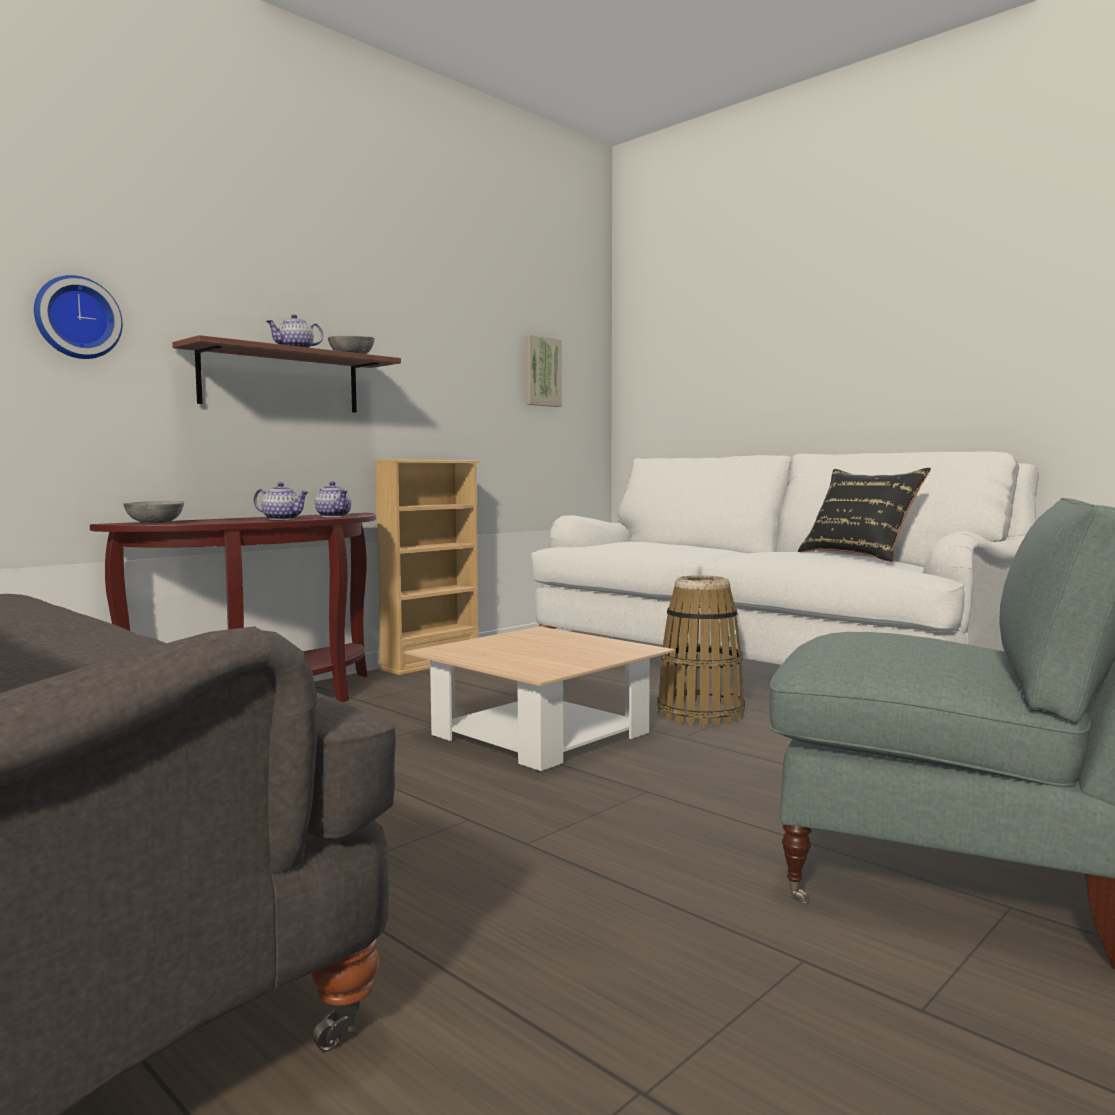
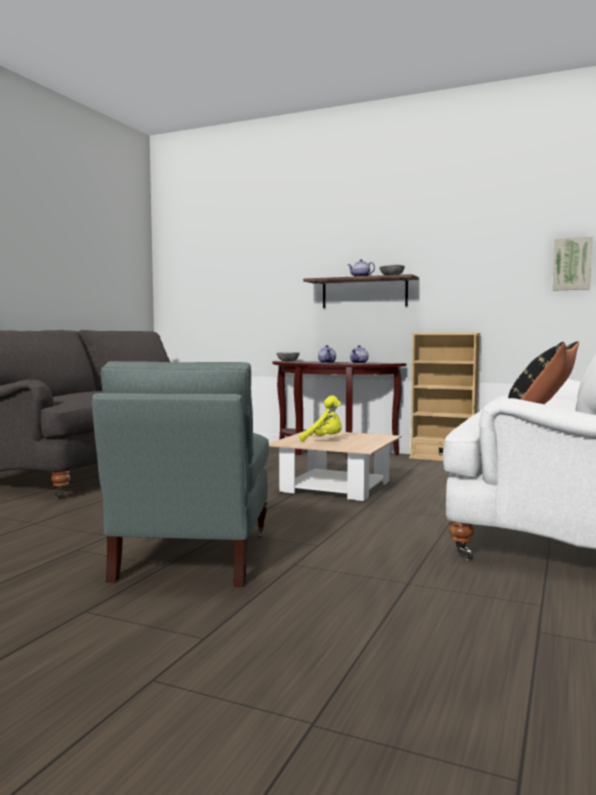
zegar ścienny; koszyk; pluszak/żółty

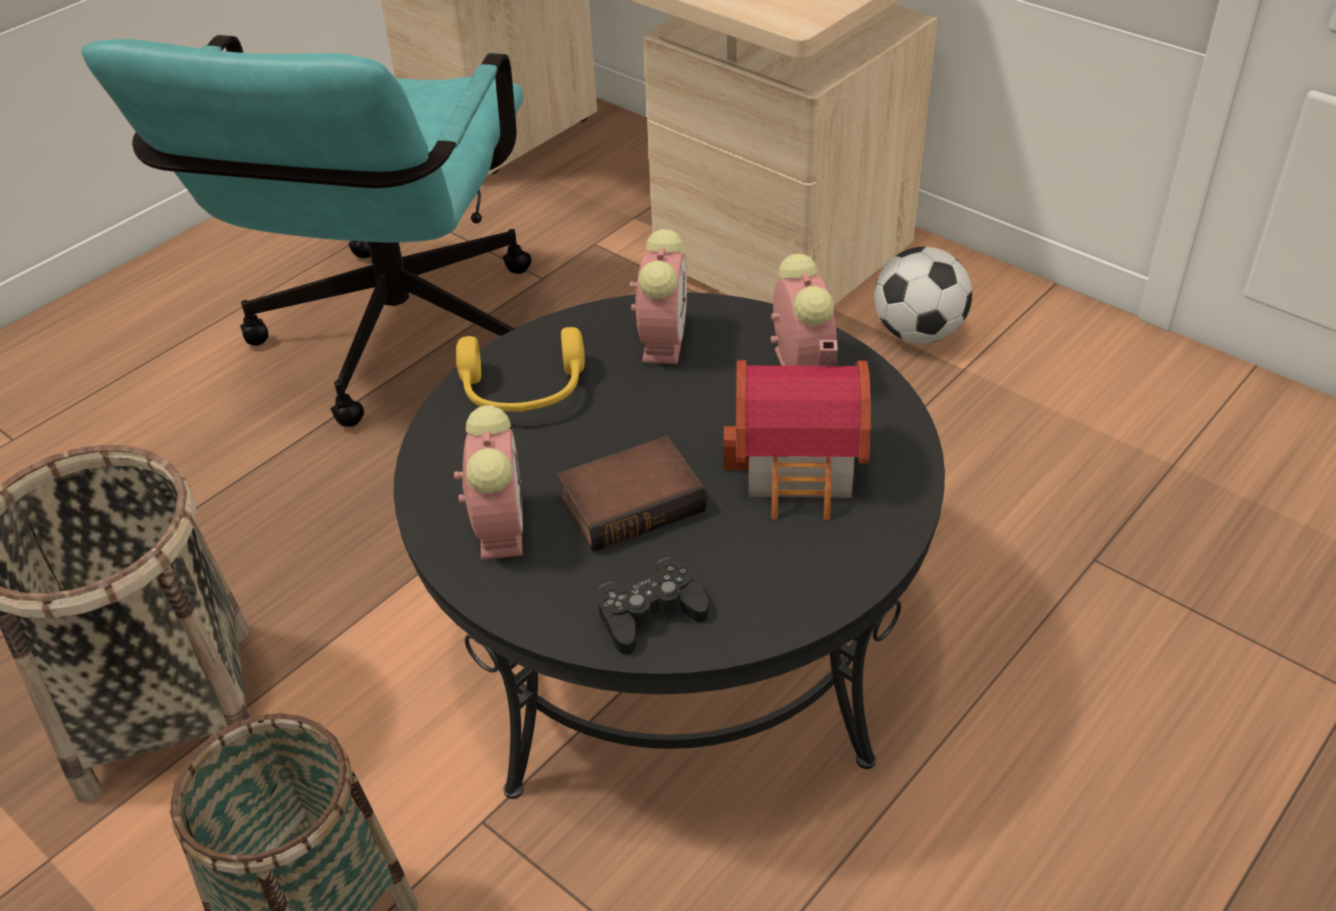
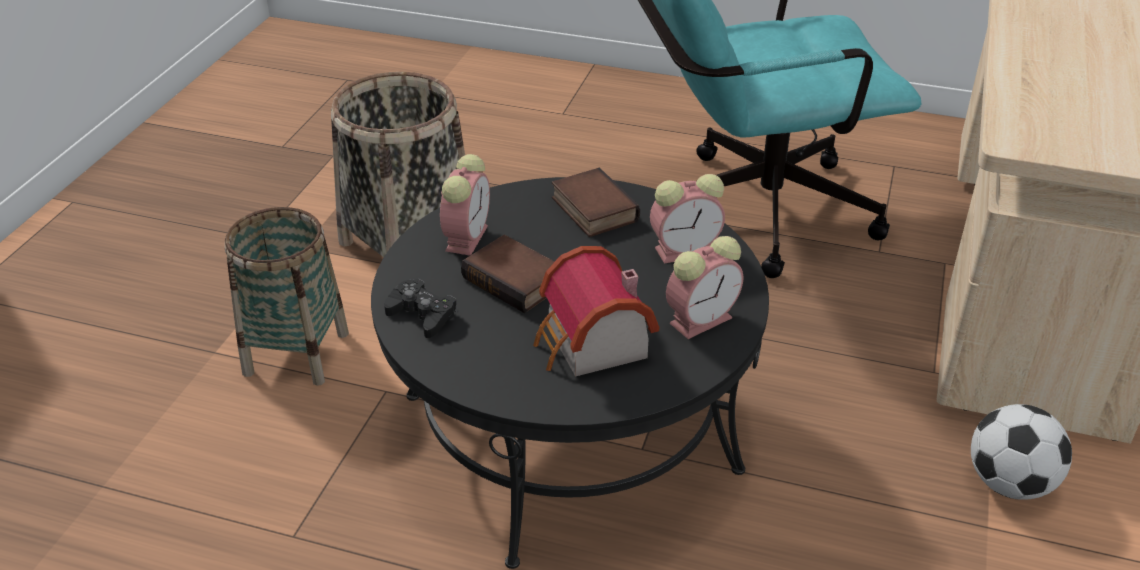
książka (2nd from left); budzik (1st from left)

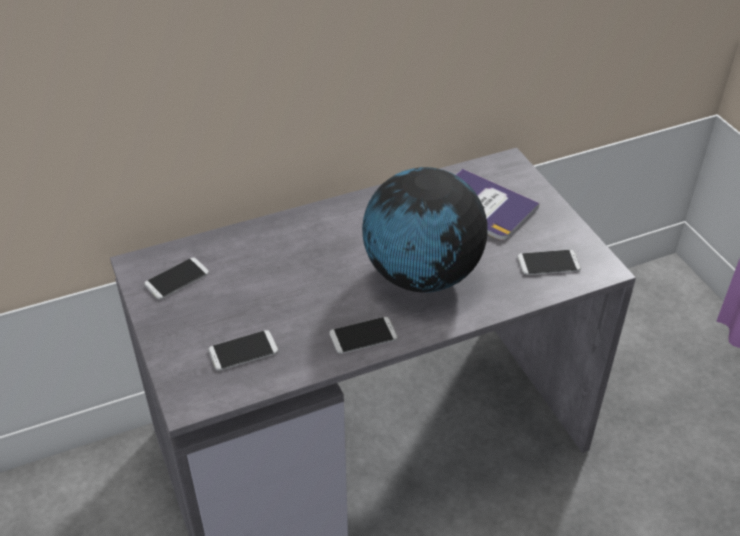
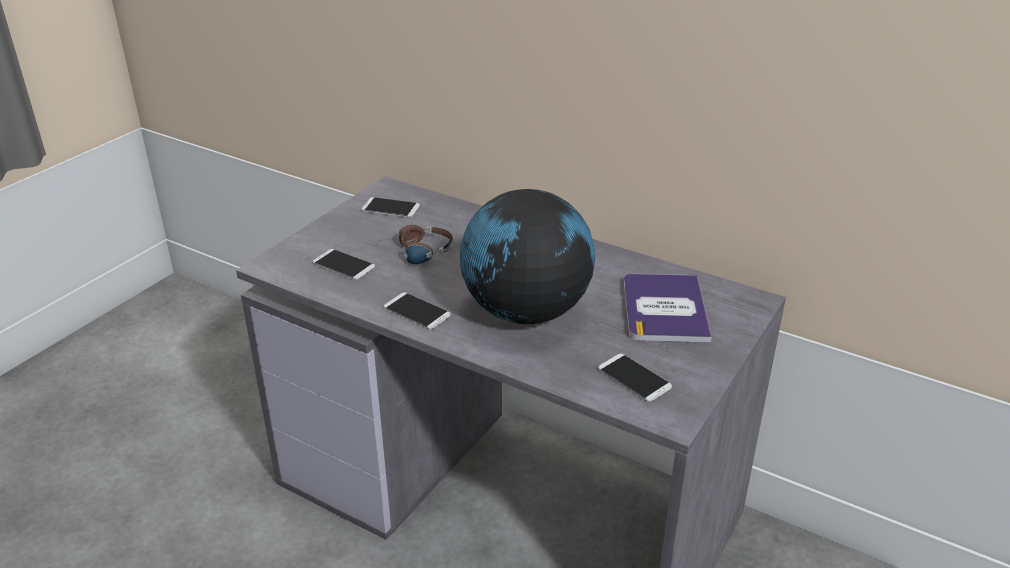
słuchawki

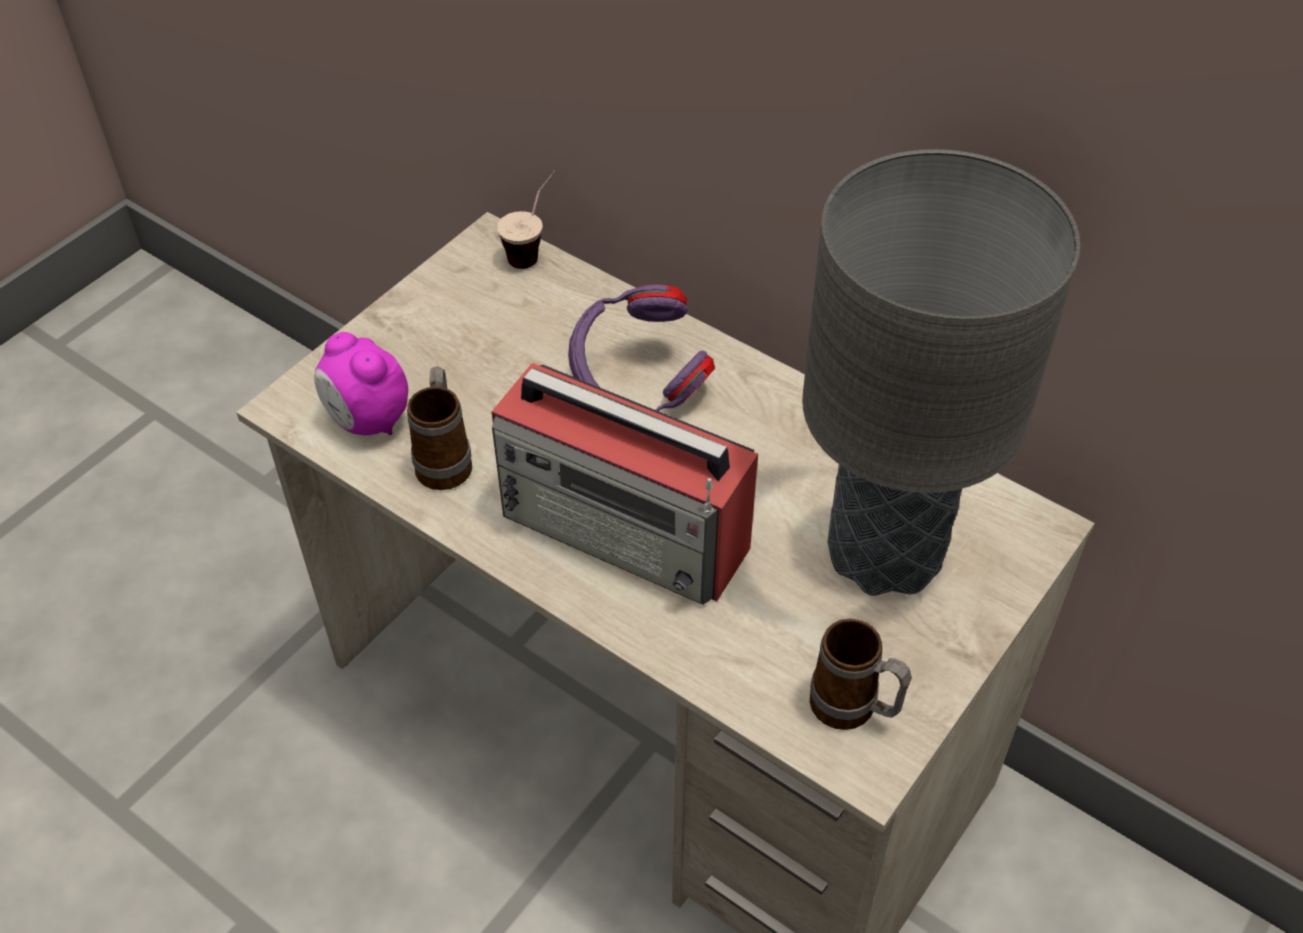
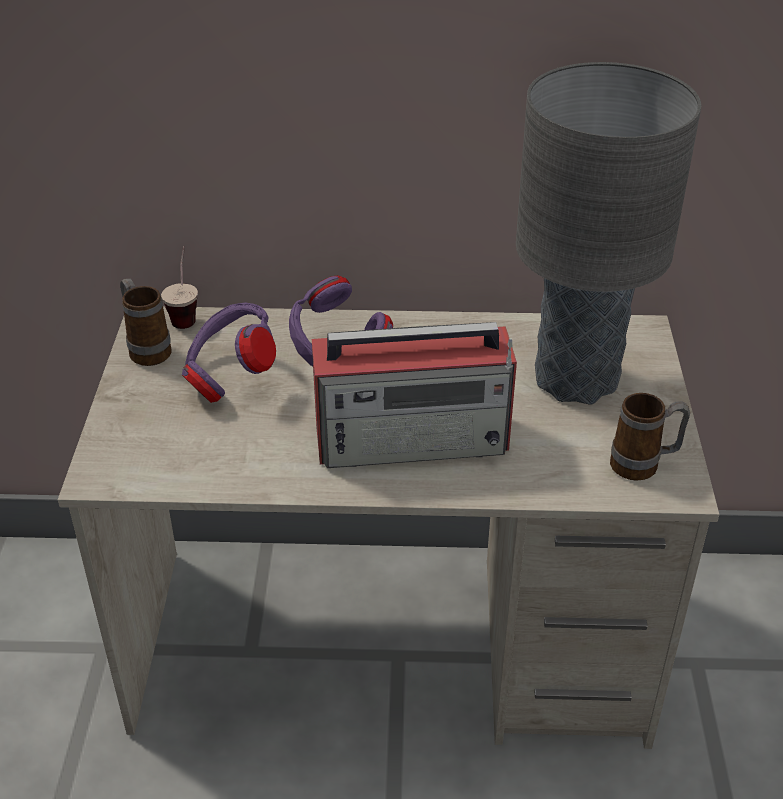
budzik; kubek (1st from left); słuchawki/fioletowy (1st from left)

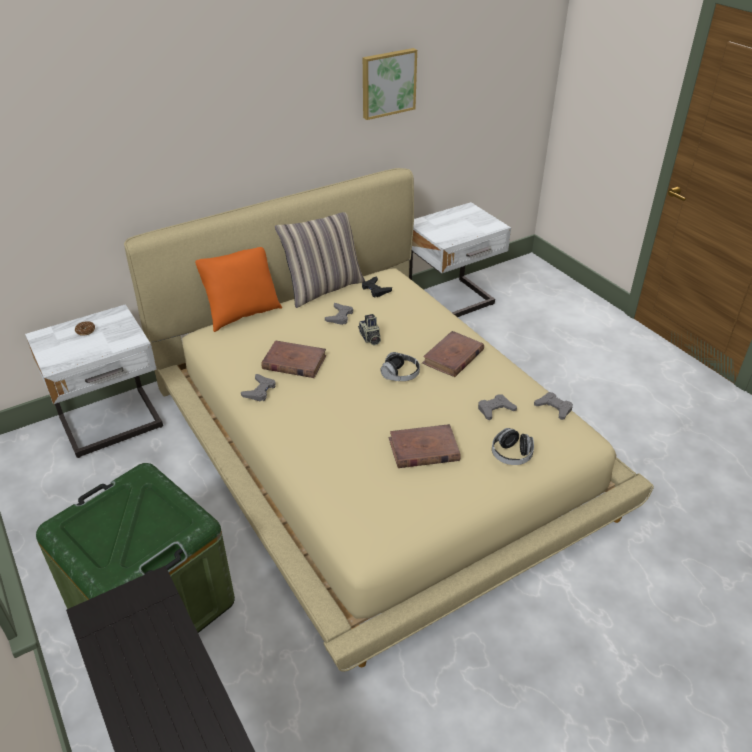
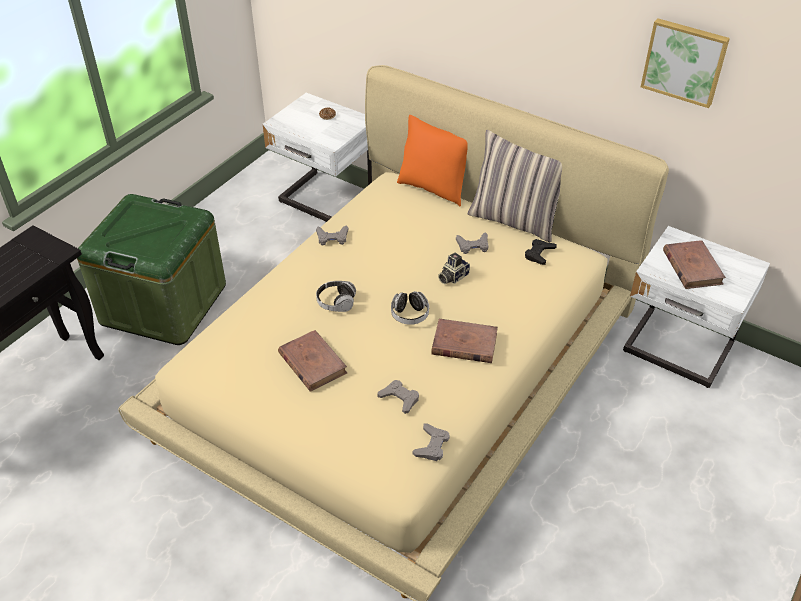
książka/brązowy (3rd from left); słuchawki (1st from left)

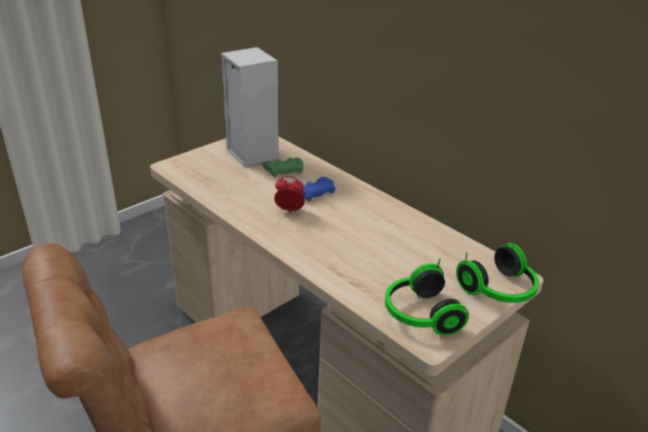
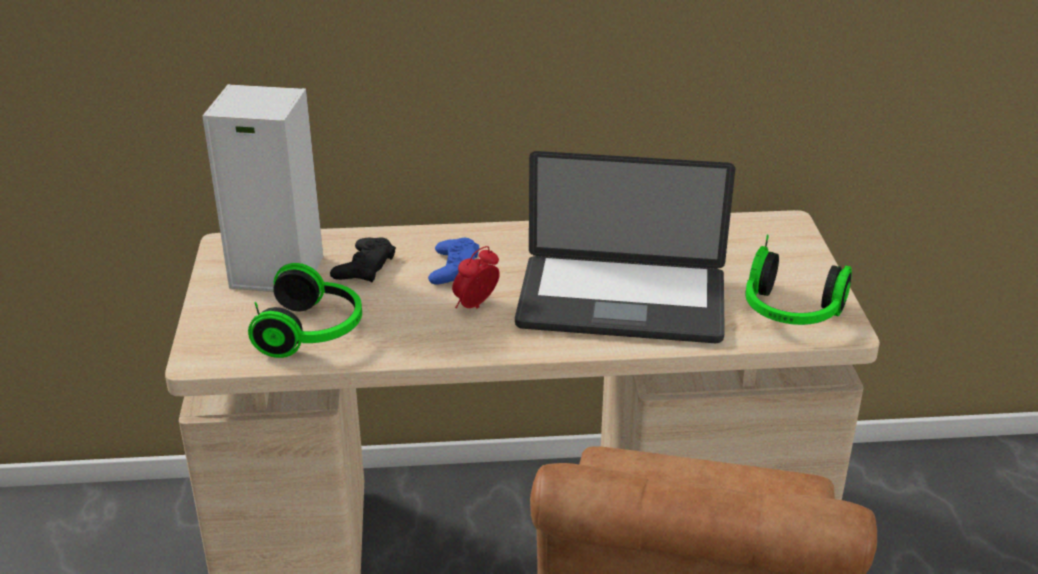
pad do gier/czarny; słuchawki (1st from left); laptop

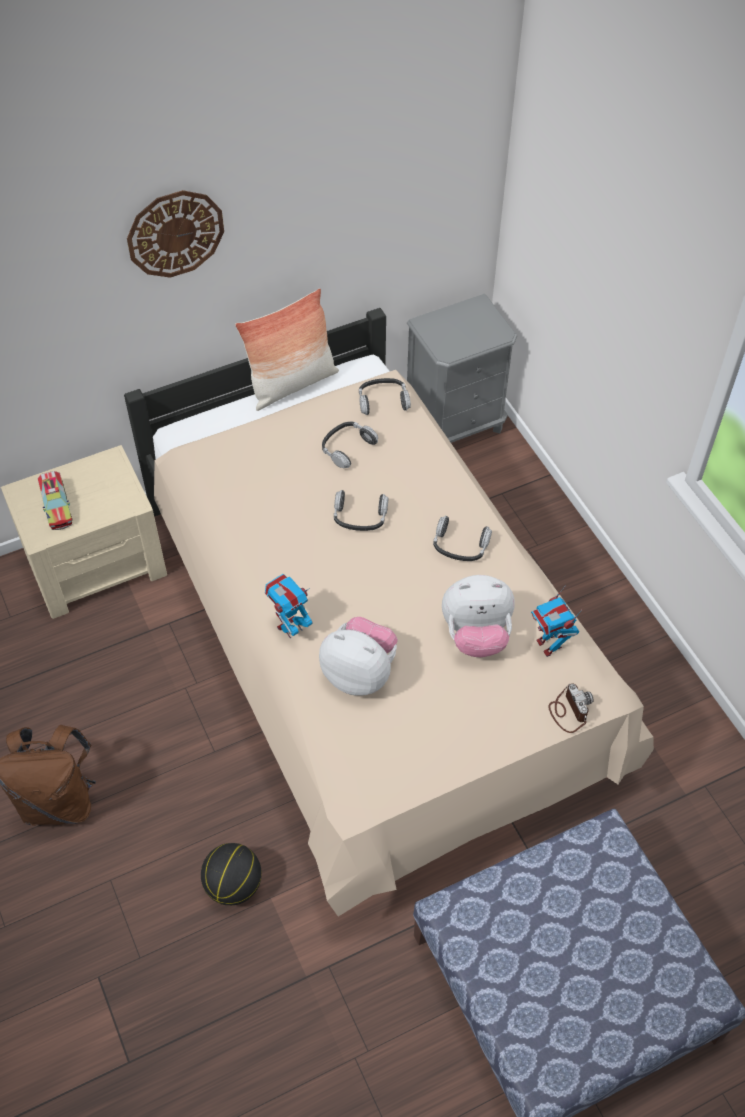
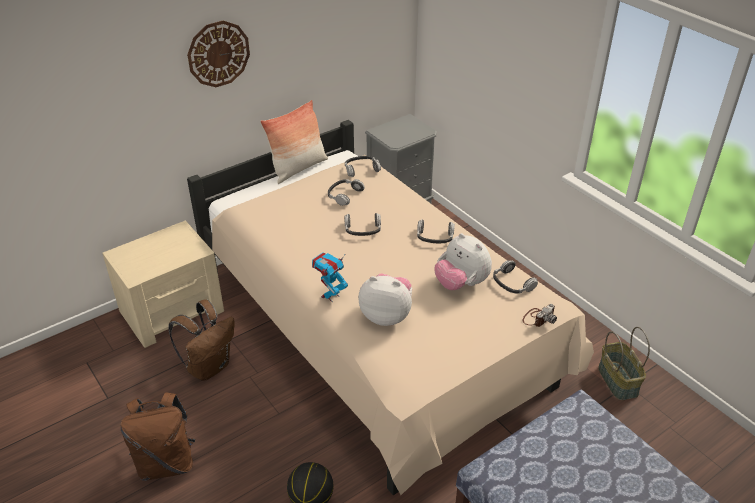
ciężarówka zabawkowa; pluszak (2nd from left); słuchawki (5th from left); aparat fotograficzny; plecak/brązowy (2nd from left); koszyk

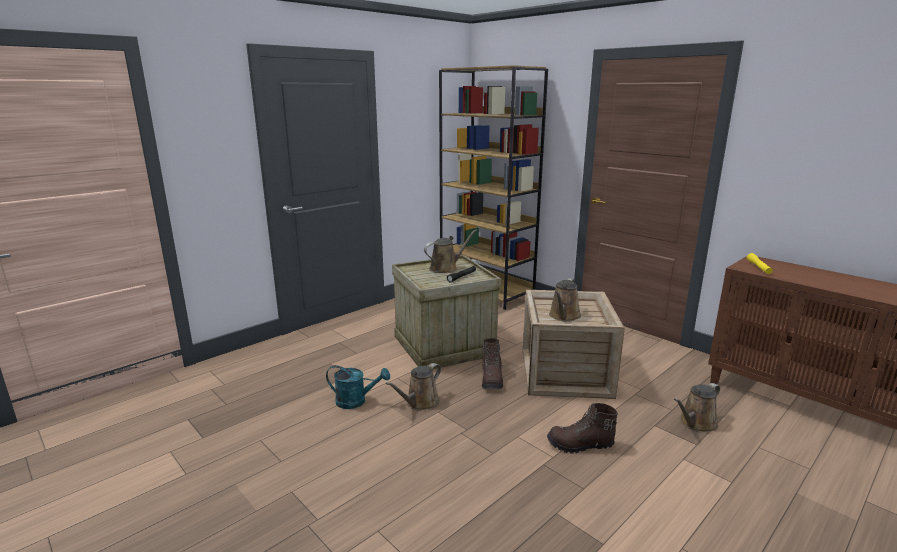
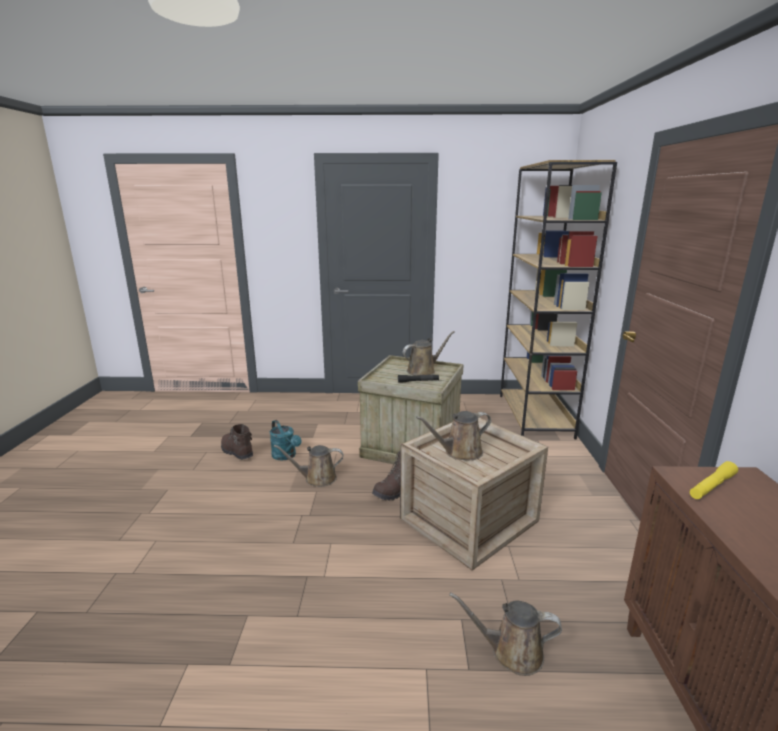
konewka/brązowy (2nd from left); but z cholewką/brązowy (1st from left)

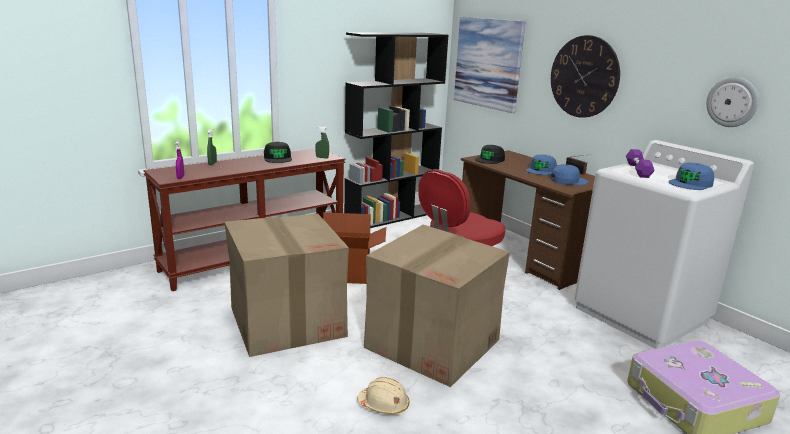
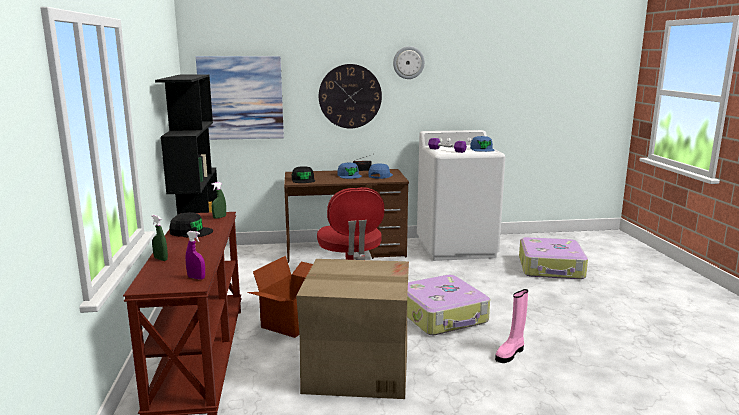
zegar ścienny (2nd from left); walizka (1st from left); but z cholewką/różowy

